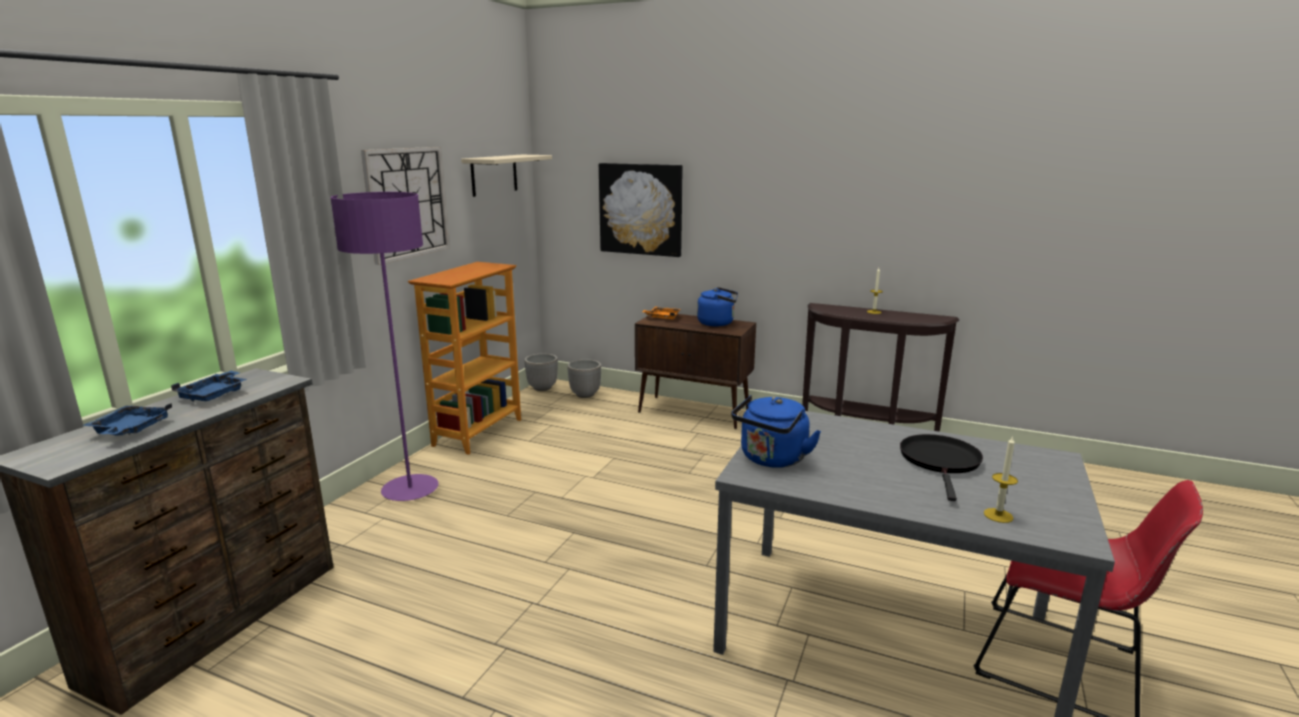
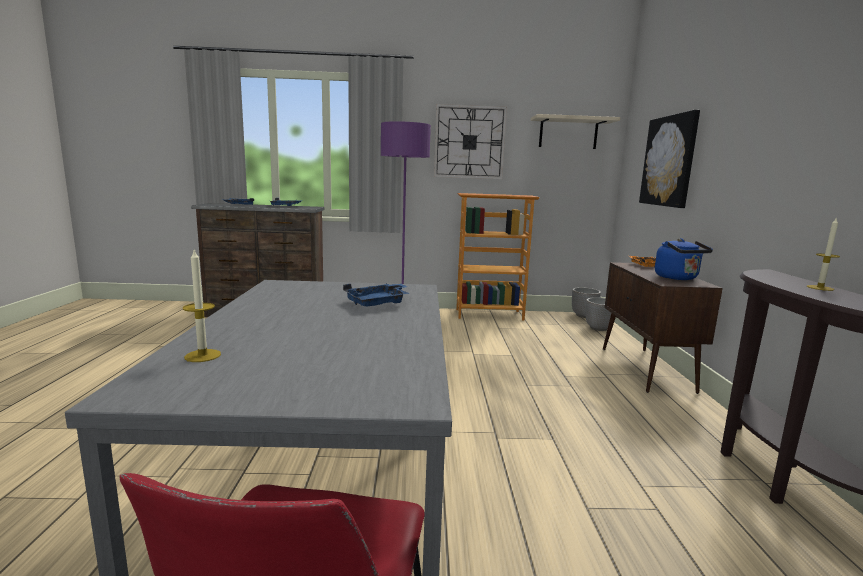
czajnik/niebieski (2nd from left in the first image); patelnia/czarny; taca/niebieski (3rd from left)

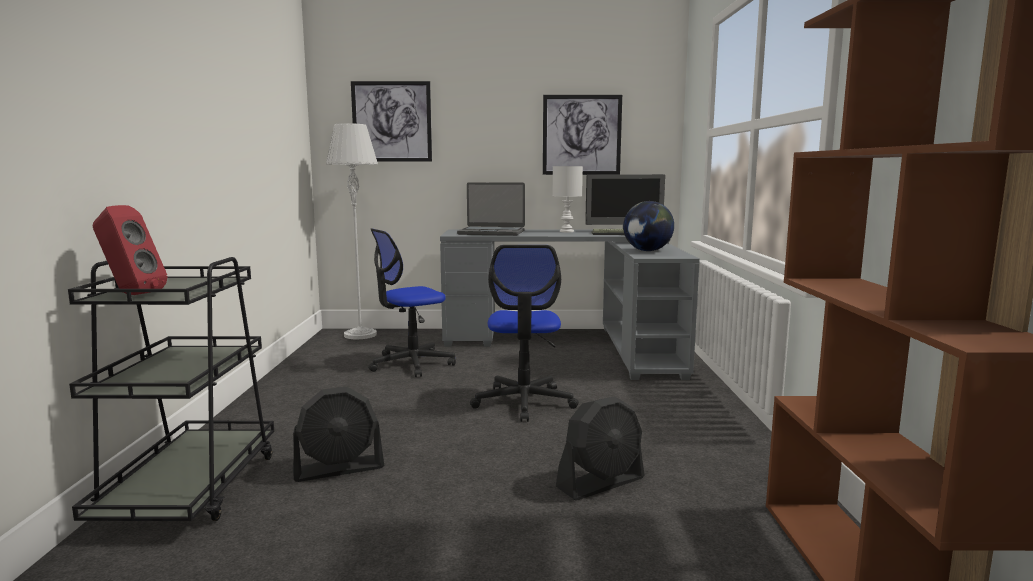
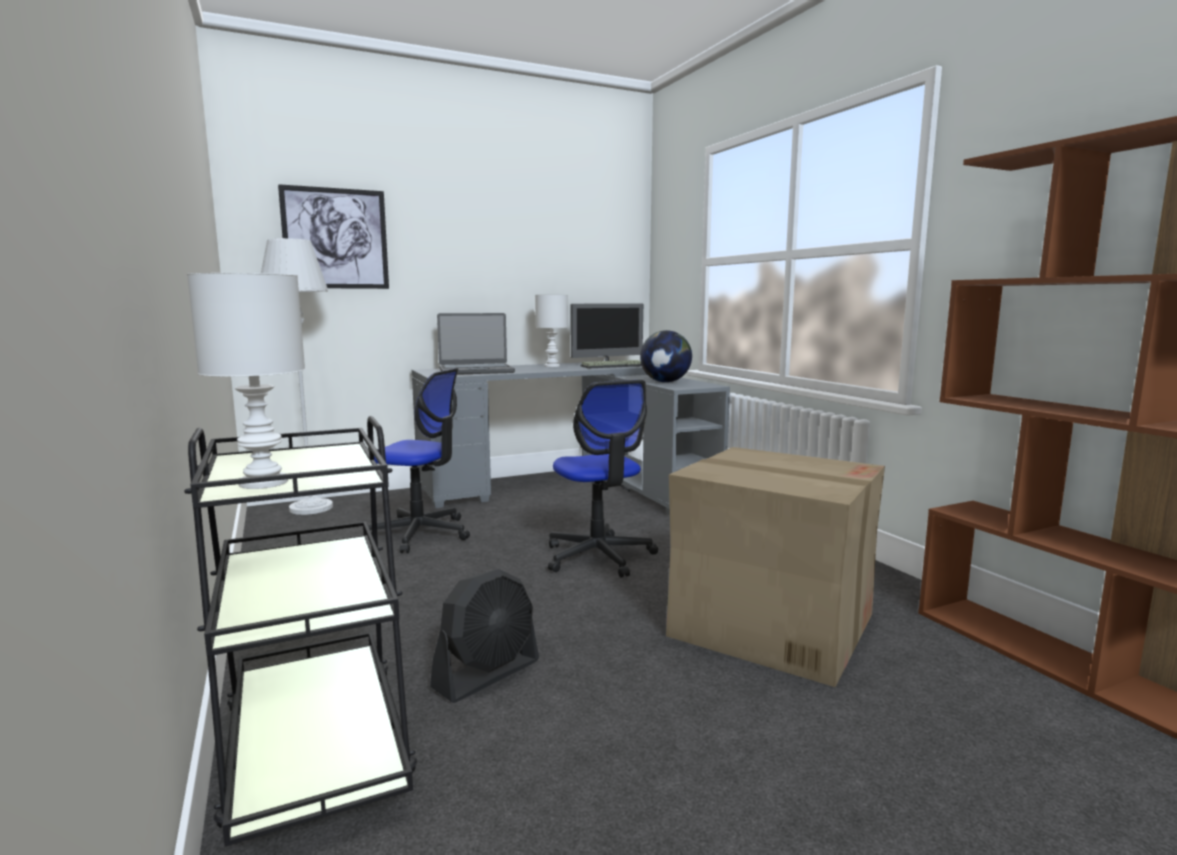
obraz (2nd from left in the first image); lampa stołowa/biały (1st from left); krzesło biurowe (1st from left); karton

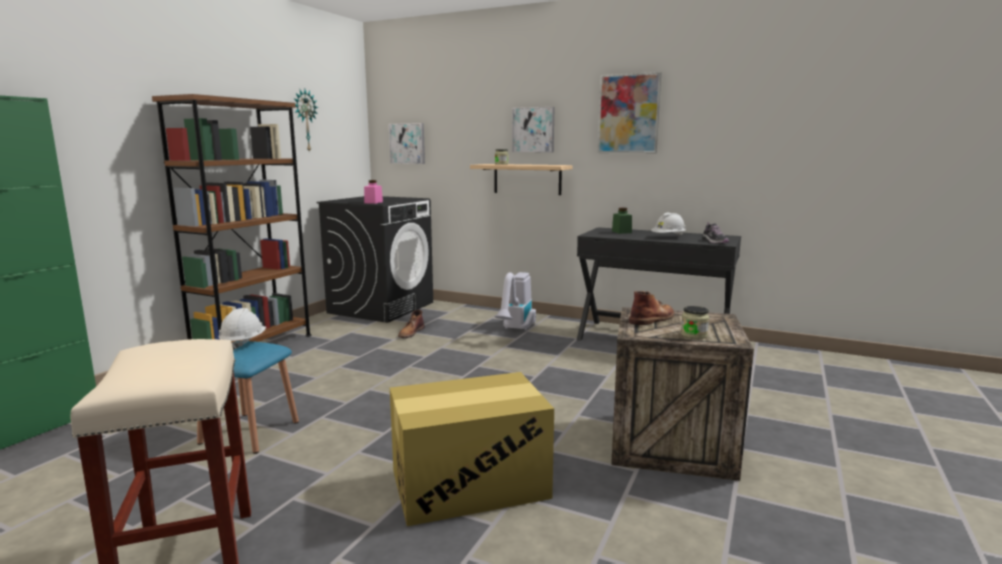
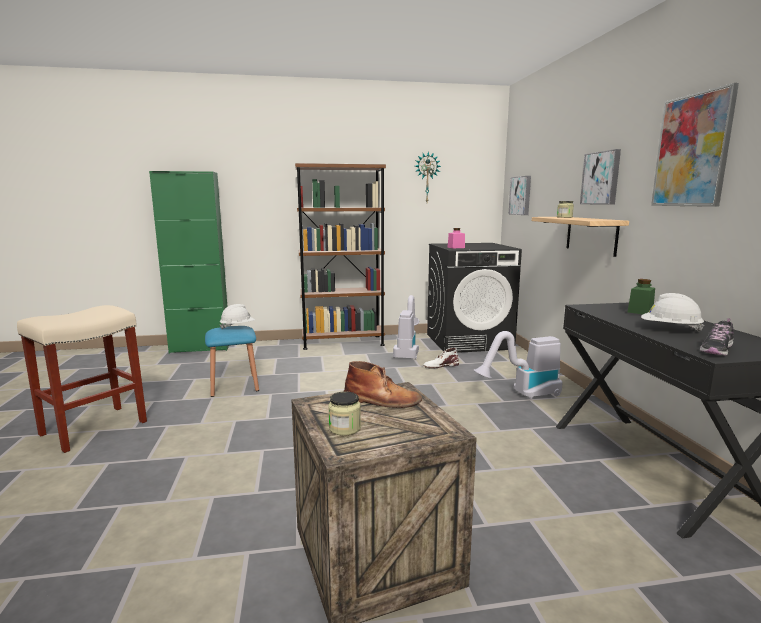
but z cholewką/biały; karton; odkurzacz (1st from left)

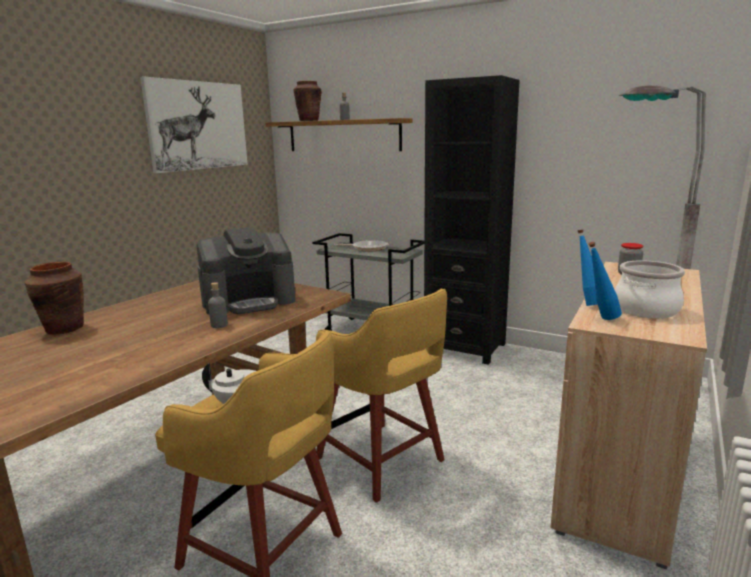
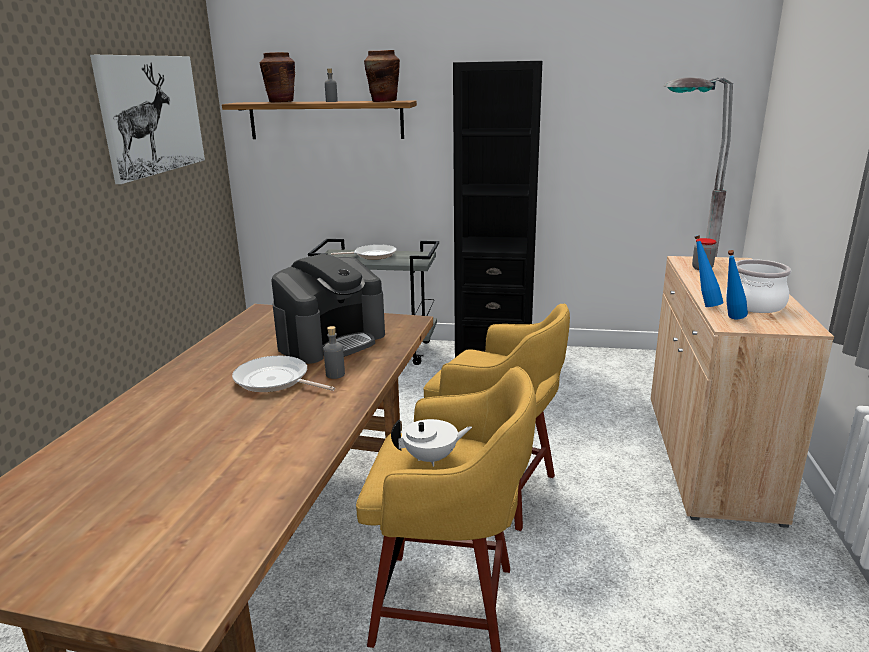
wazon/brązowy (2nd from left); patelnia (1st from left)

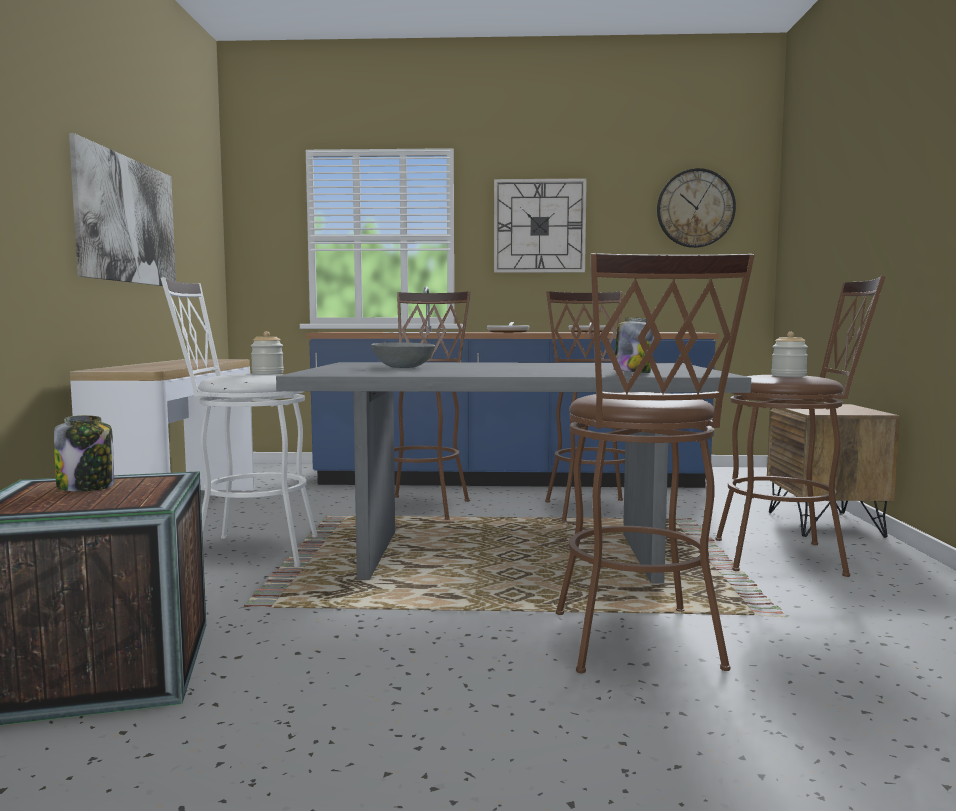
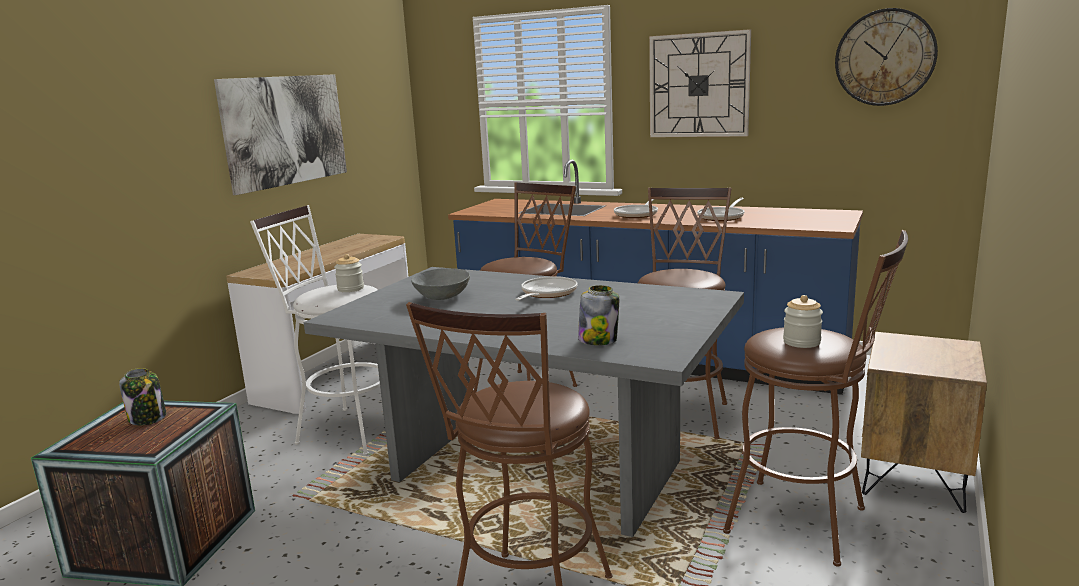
patelnia (1st from left)

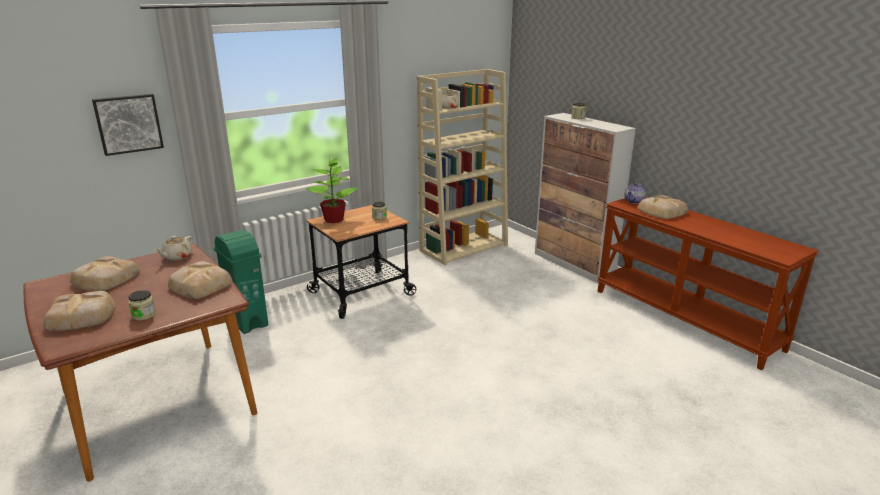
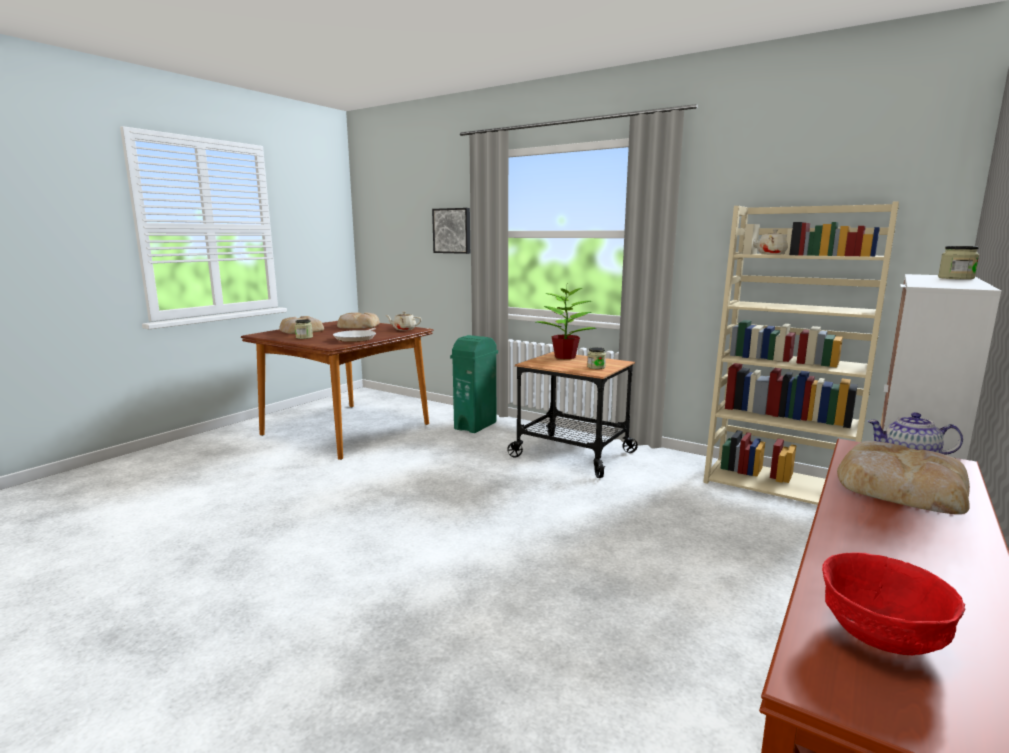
patelnia; miska/czerwony

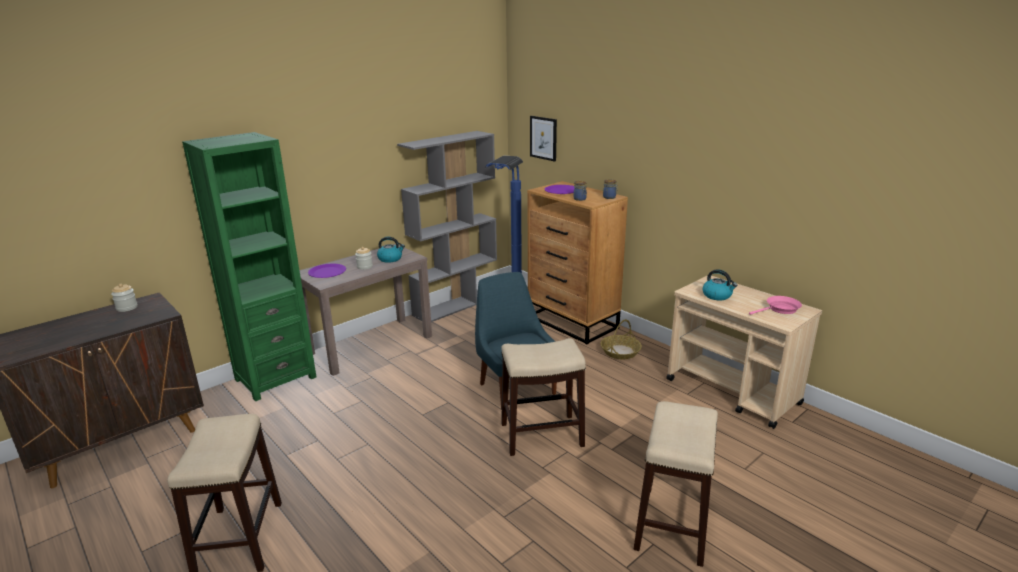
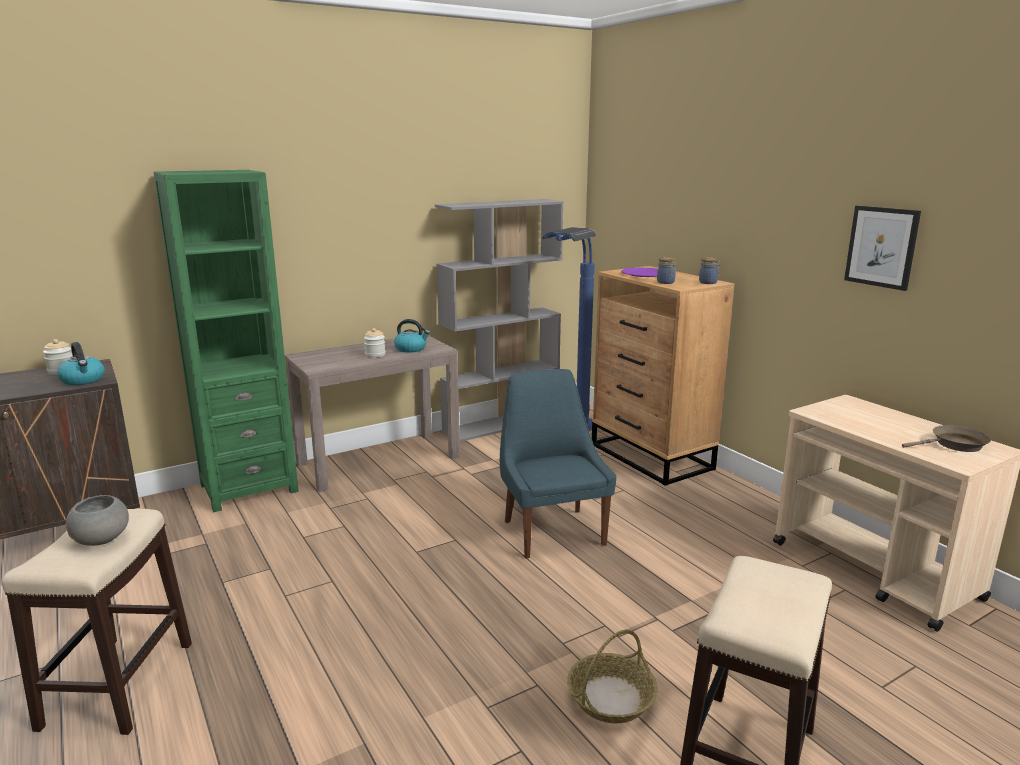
obraz; talerz/fioletowy (1st from left in the first image); czajnik (1st from left); patelnia/brązowy; koszyk; stołek (2nd from left in the first image); miska/szary

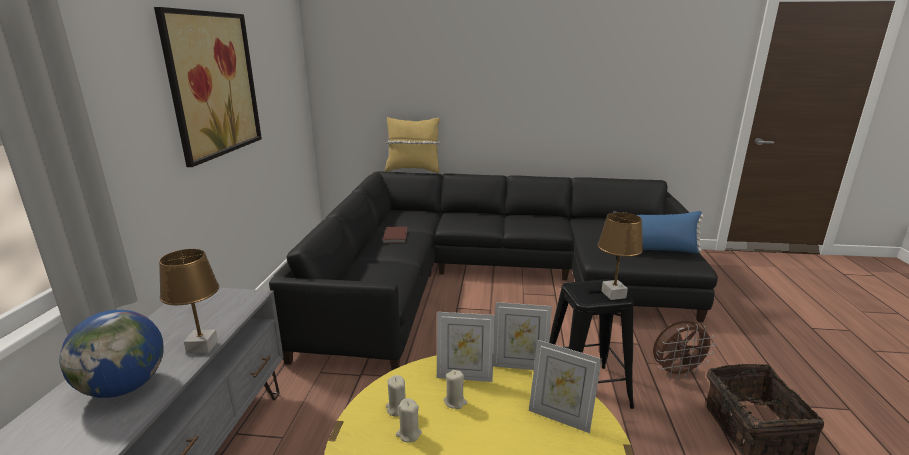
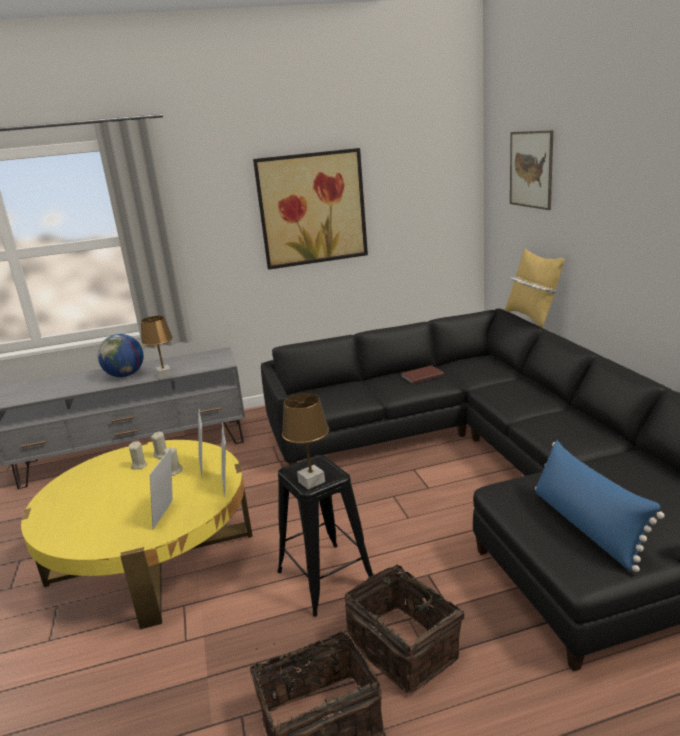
koszyk (2nd from left); obraz (2nd from left)

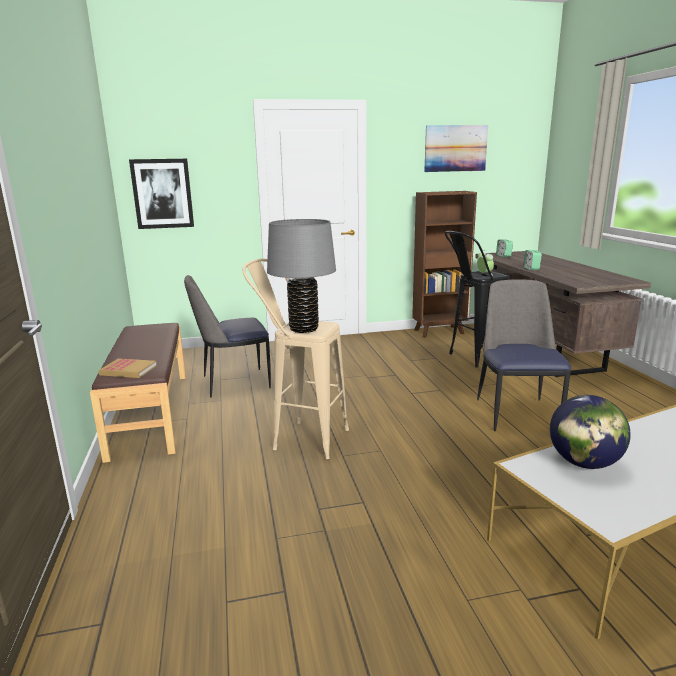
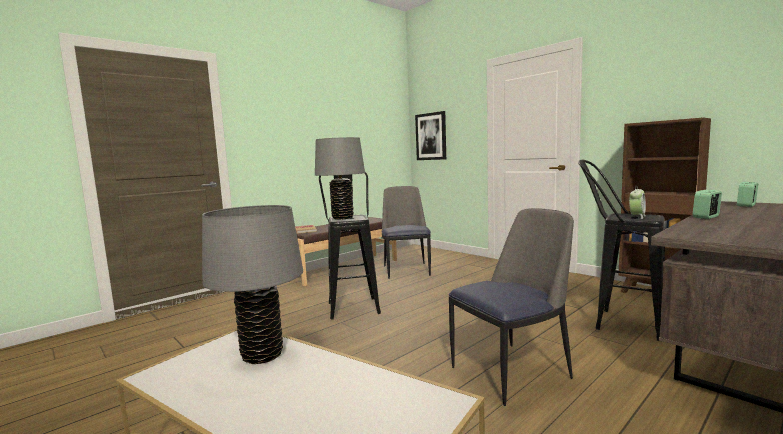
obraz (2nd from left in the first image); stołek/czarny (1st from left); krzesło (1st from left); lampa stołowa/szary (1st from left)

